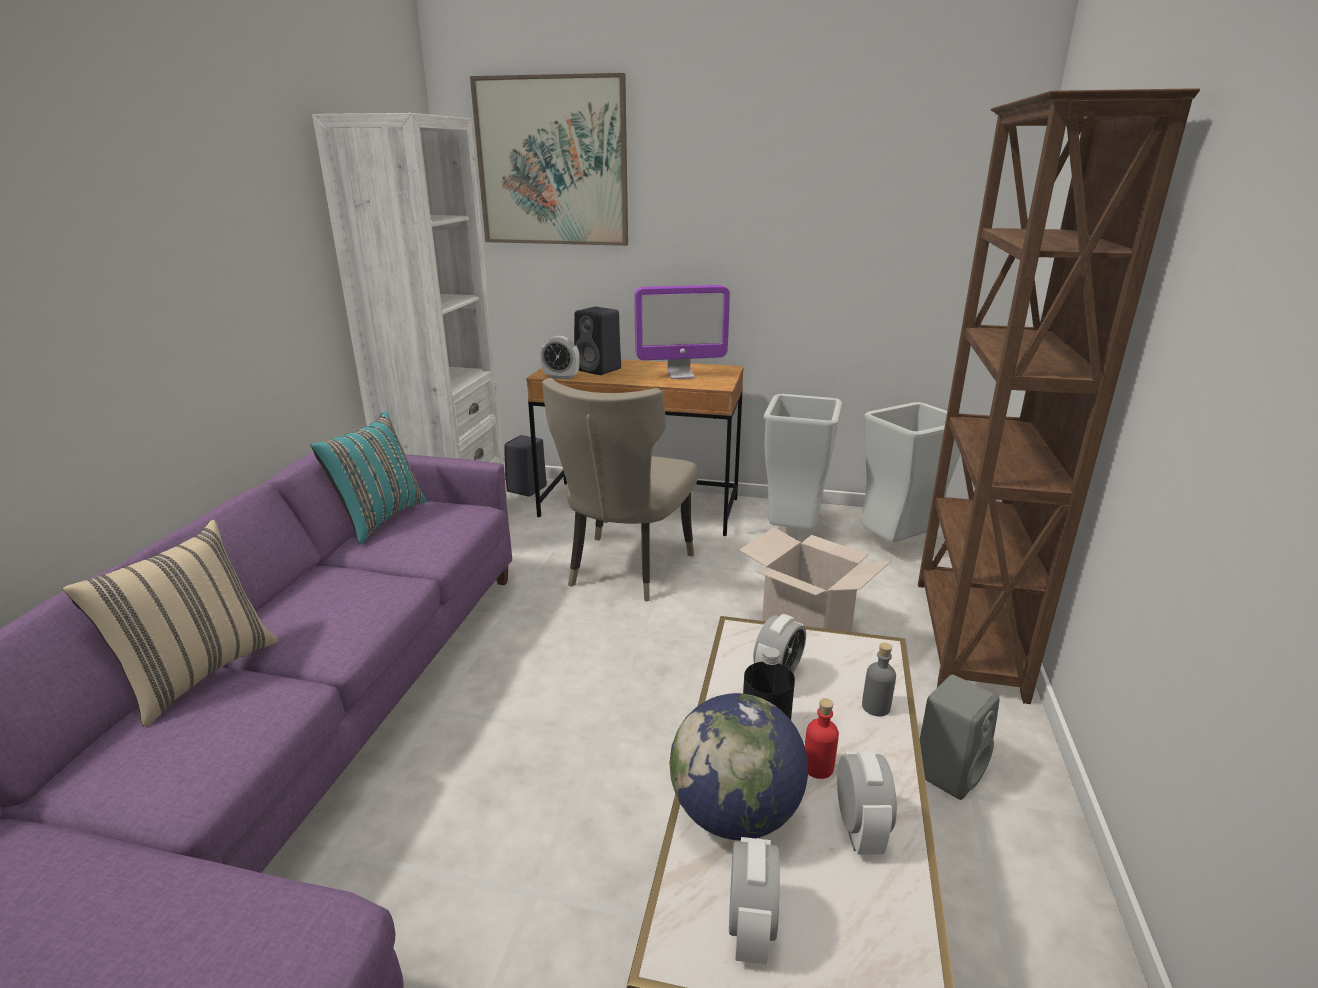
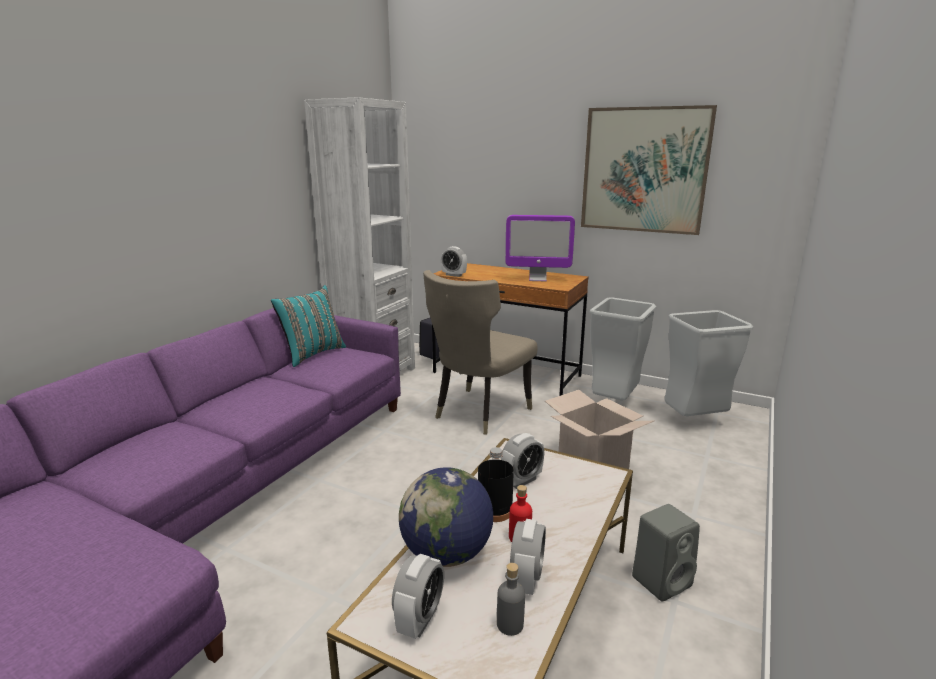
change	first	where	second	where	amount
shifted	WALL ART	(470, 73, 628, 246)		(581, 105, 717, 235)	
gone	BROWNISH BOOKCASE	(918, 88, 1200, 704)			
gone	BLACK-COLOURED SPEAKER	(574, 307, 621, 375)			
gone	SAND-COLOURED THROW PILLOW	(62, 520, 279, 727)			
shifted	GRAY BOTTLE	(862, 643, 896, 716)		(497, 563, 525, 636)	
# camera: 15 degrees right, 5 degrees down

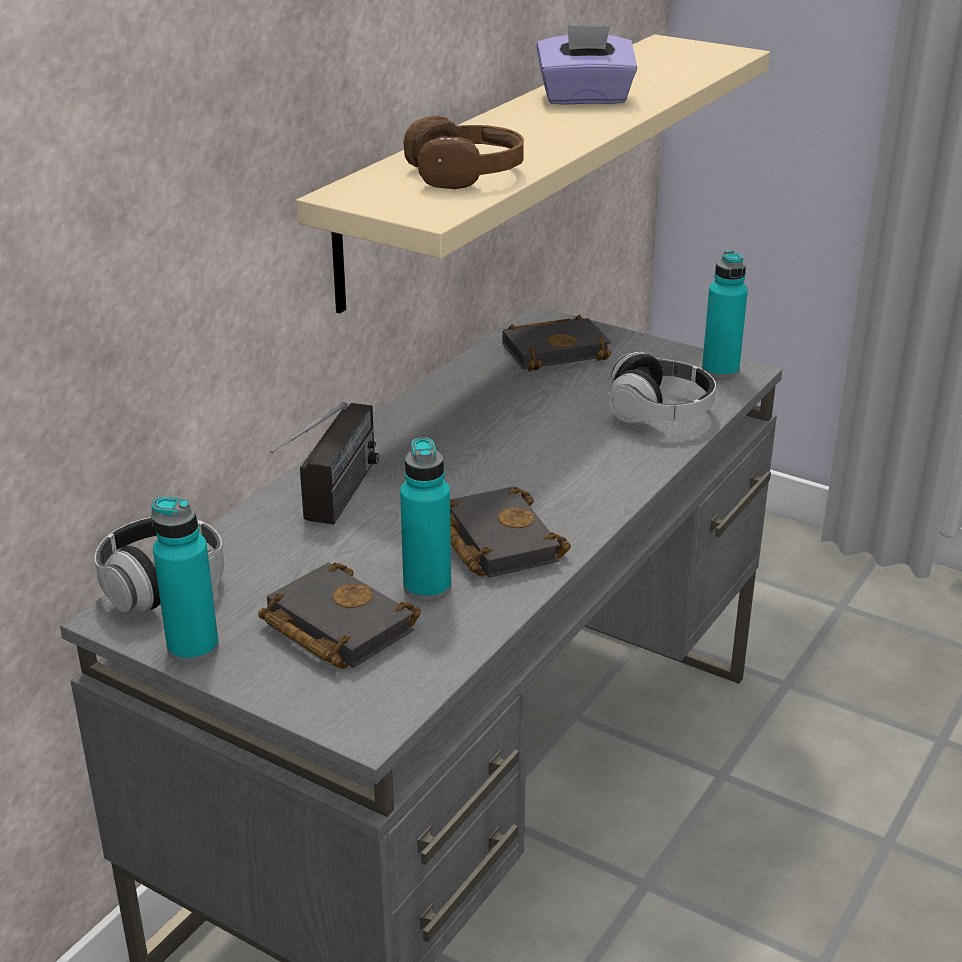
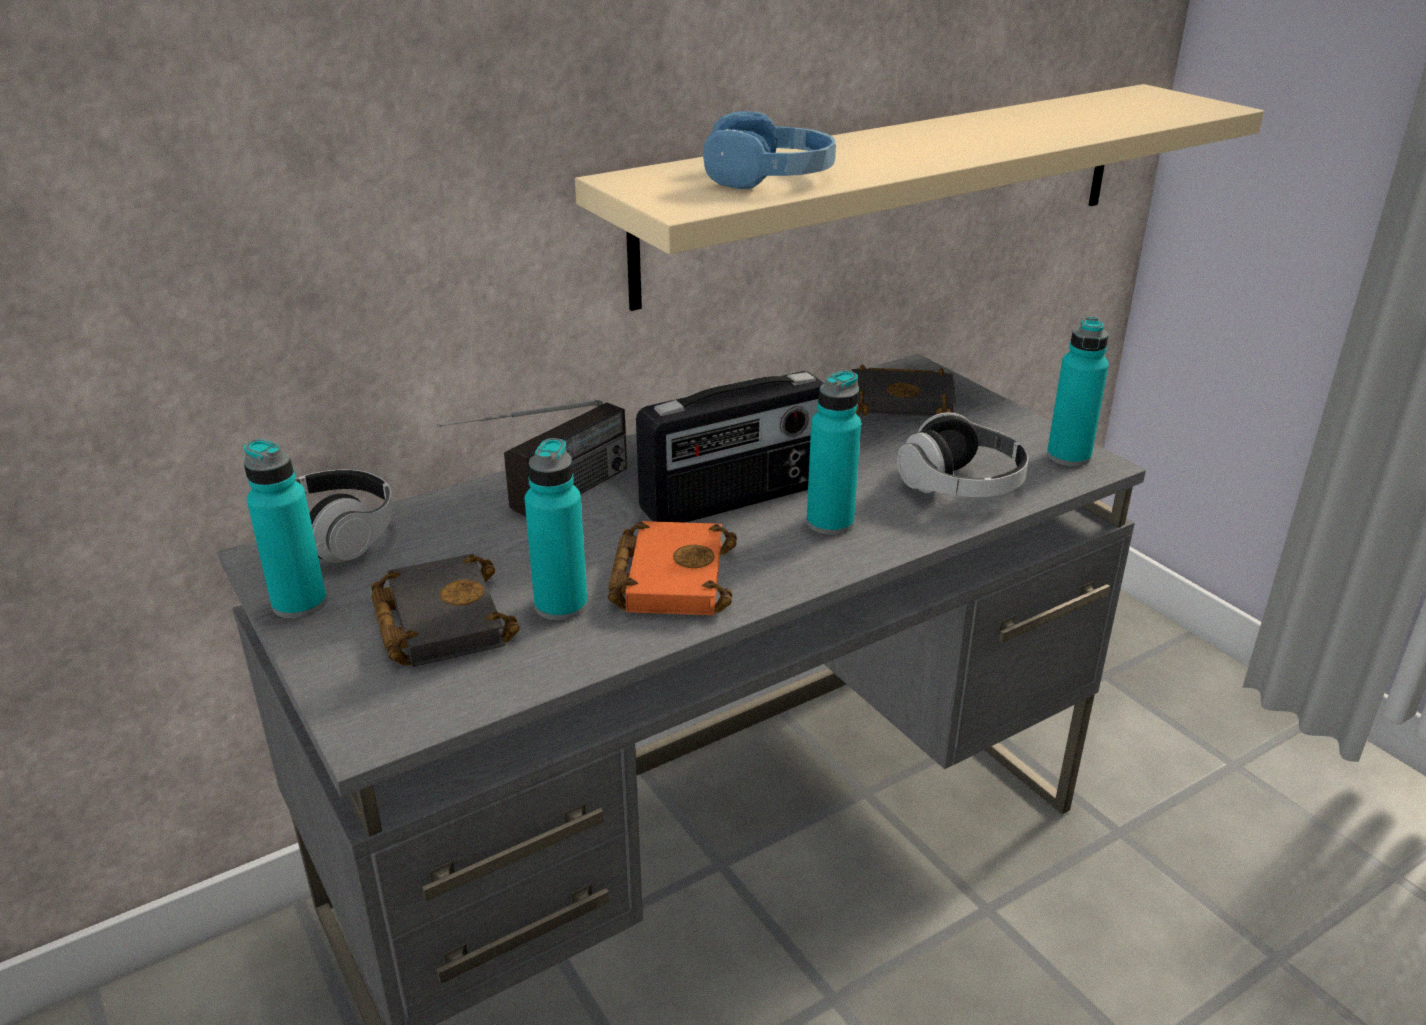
change	first	where	second	where	amount
gone	PURPLE-COLOURED BOX OF TISSUES	(536, 25, 637, 105)			
repainted	BROWNISH PAIR OF HEADPHONES	(403, 116, 524, 189)	BLUISH PAIR OF HEADPHONES	(703, 111, 836, 189)	
repainted	BLACK-COLOURED BOOK	(450, 486, 571, 578)	ORANGEY BOOK	(608, 521, 737, 615)	
new			BLUE-GREEN BOTTLE	(806, 370, 861, 535)	
new			RADIO SET	(636, 371, 824, 523)	
# camera: 25 degrees right, 0 degrees up

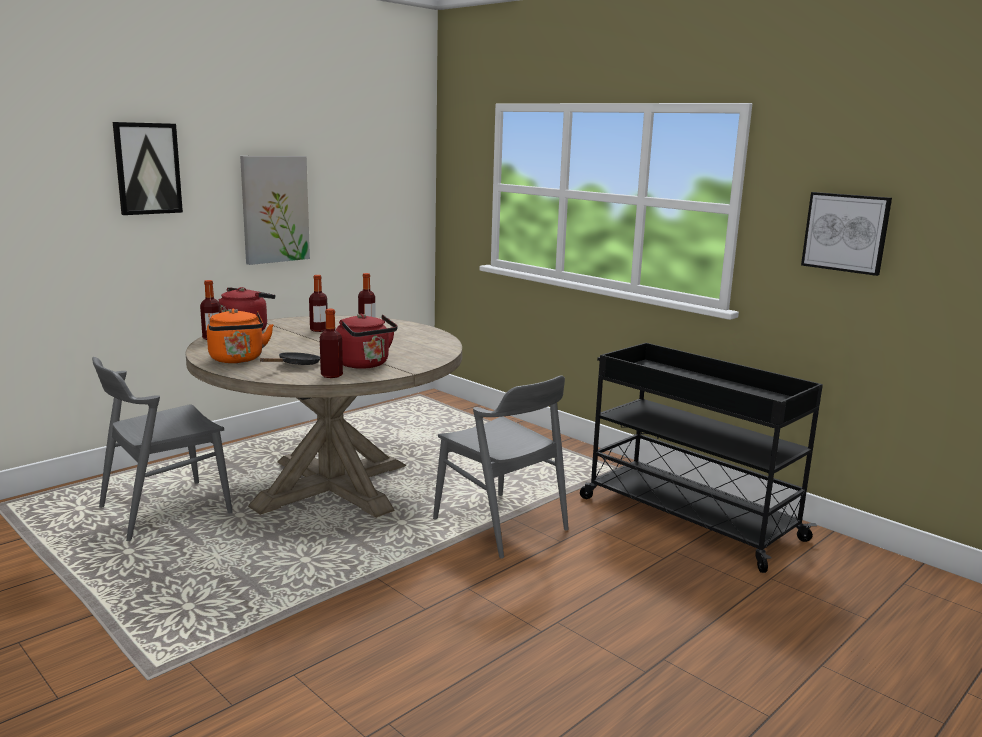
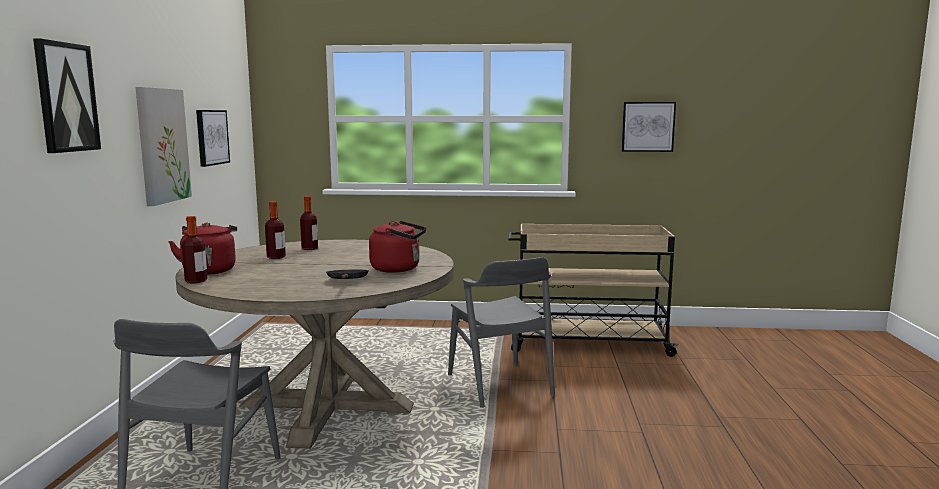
change	first	where	second	where	amount
gone	ORANGEY WATER KETTLE	(207, 309, 274, 363)			
gone	BOTTLE	(320, 309, 343, 378)			
repainted	BLACK-COLOURED TROLLEY	(580, 343, 823, 573)	SAND-COLOURED TROLLEY	(509, 224, 679, 357)	
rotated	GRAY CHAIR	(433, 375, 569, 559)		(448, 257, 555, 408)	60 degrees clockwise
new			WALL ART	(196, 110, 230, 167)	
# camera: 40 degrees left, 5 degrees down

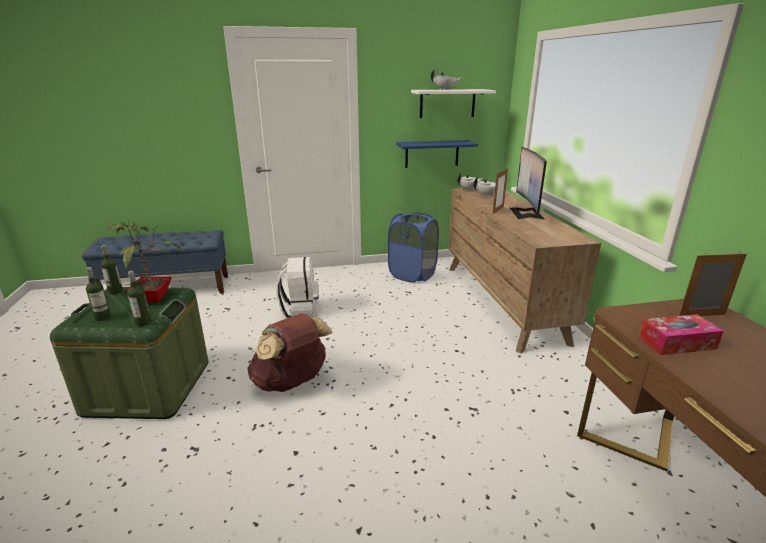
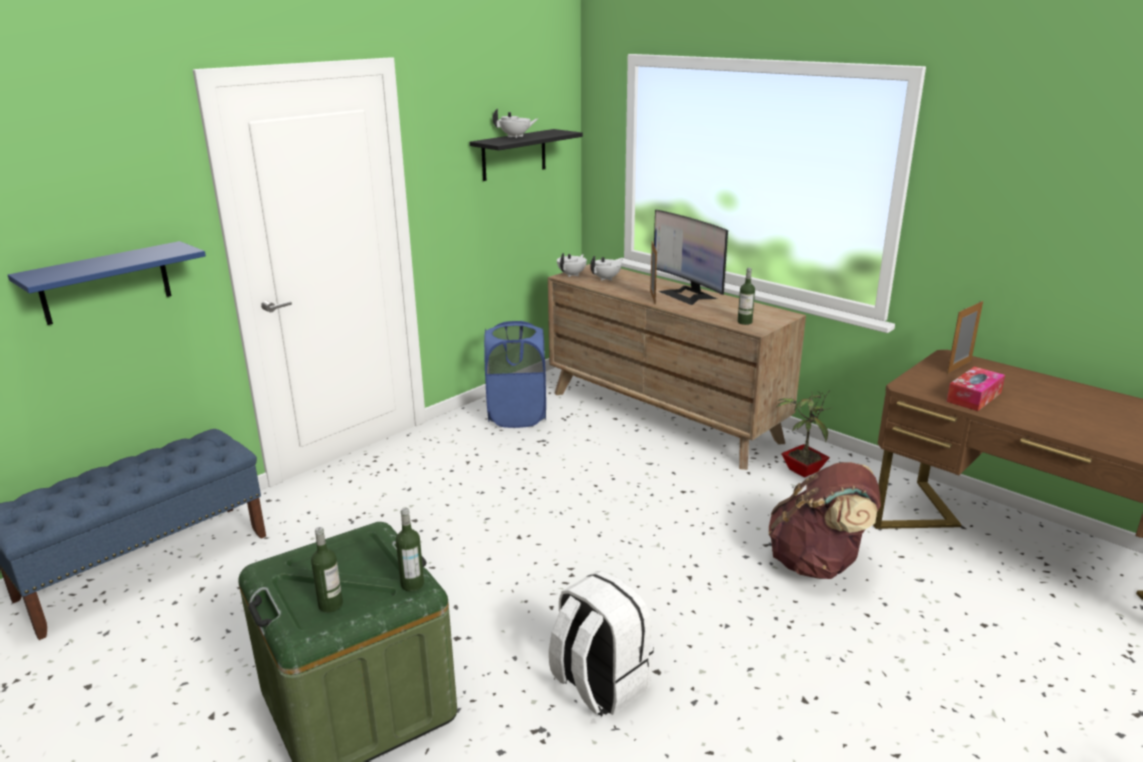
change	first	where	second	where	amount
repainted	WHITE BRACKET SHELF	(411, 89, 496, 118)	BLACK-COLOURED BRACKET SHELF	(470, 129, 583, 181)	
shifted	BLUISH BRACKET SHELF	(396, 140, 478, 168)		(8, 241, 206, 325)	
shifted	HOUSEPLANT	(105, 219, 182, 303)		(776, 390, 830, 478)	
shifted	BOTTLE	(101, 245, 123, 295)		(738, 268, 755, 325)	
shifted	WHITE KNAPSACK	(277, 257, 319, 318)		(549, 571, 654, 717)	
shifted	BROWNISH KNAPSACK	(247, 313, 333, 392)		(769, 462, 881, 579)	
# camera: 35 degrees left, 0 degrees up

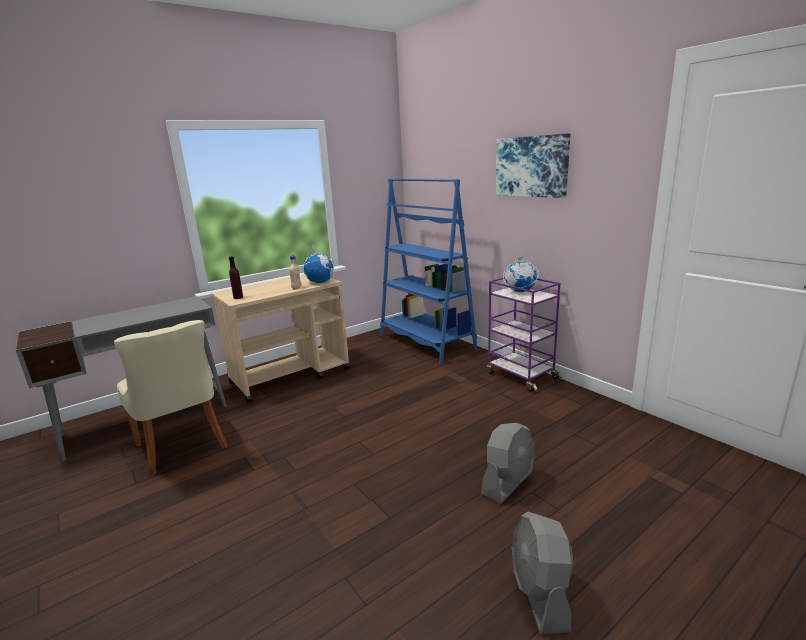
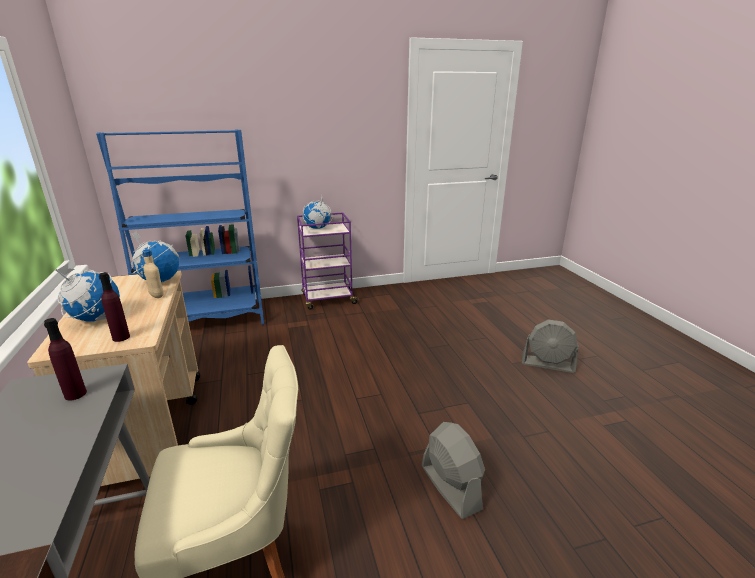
change	first	where	second	where	amount
gone	WALL ART	(496, 133, 570, 198)			
shifted	GRAY FAN	(481, 423, 535, 504)		(422, 422, 485, 519)	
new			WORLD GLOBE	(55, 264, 120, 321)	
new			PURPLE-COLOURED BOTTLE	(44, 318, 87, 401)	
# camera: 70 degrees left, 5 degrees up

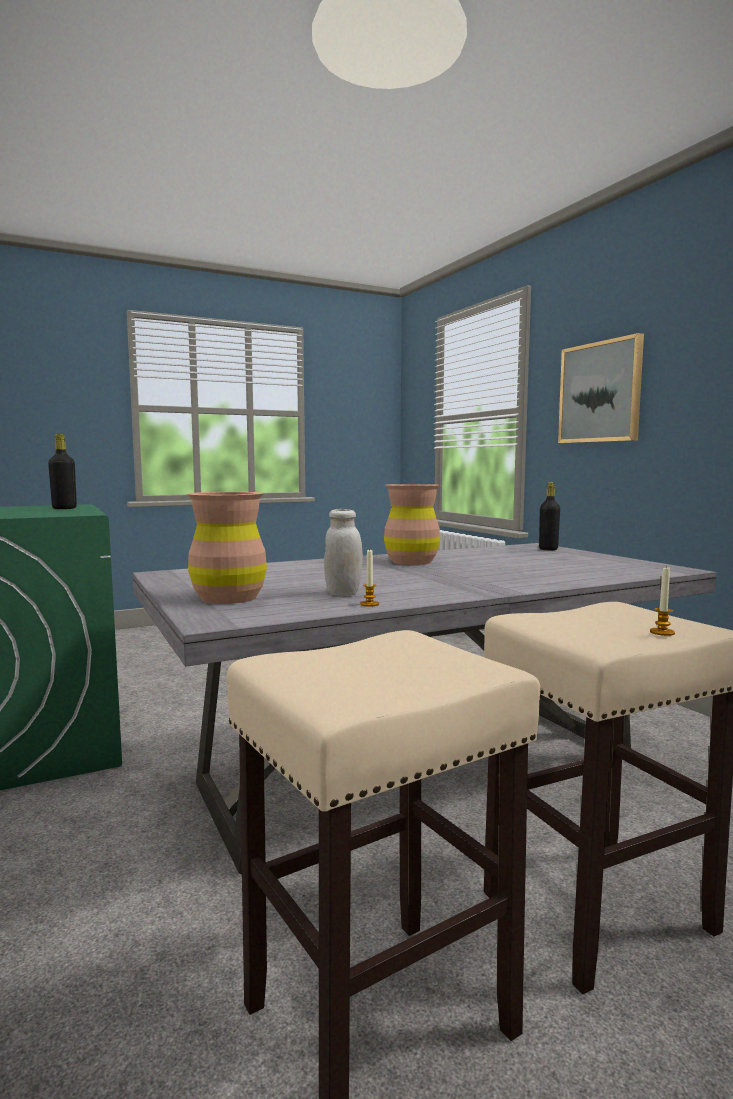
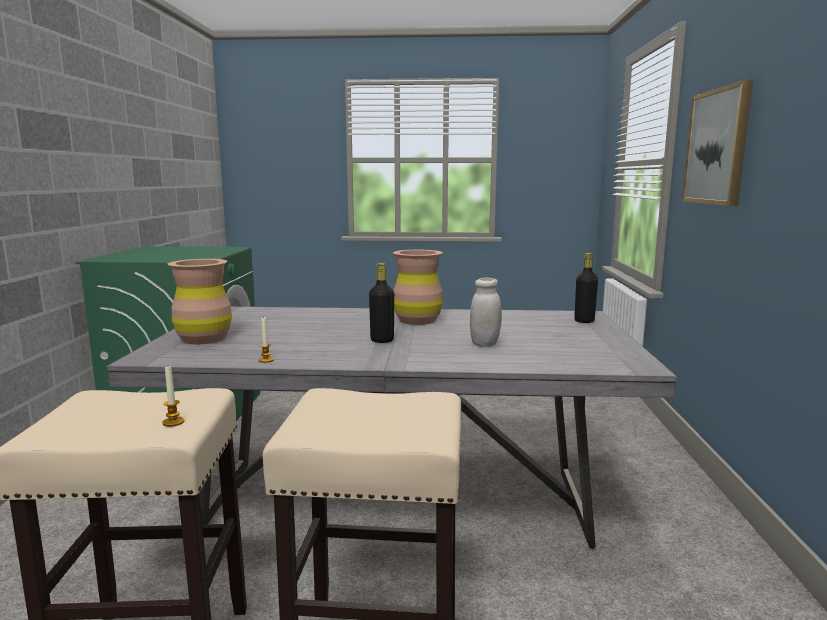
change	first	where	second	where	amount
shifted	BLACK-COLOURED BOTTLE	(48, 434, 77, 509)		(369, 263, 394, 343)	
shifted	WHITE STORAGE JAR	(324, 509, 363, 596)		(470, 278, 502, 347)	
shifted	WAX CANDLE	(650, 566, 675, 636)		(162, 366, 184, 427)	
# camera: 30 degrees right, 5 degrees up

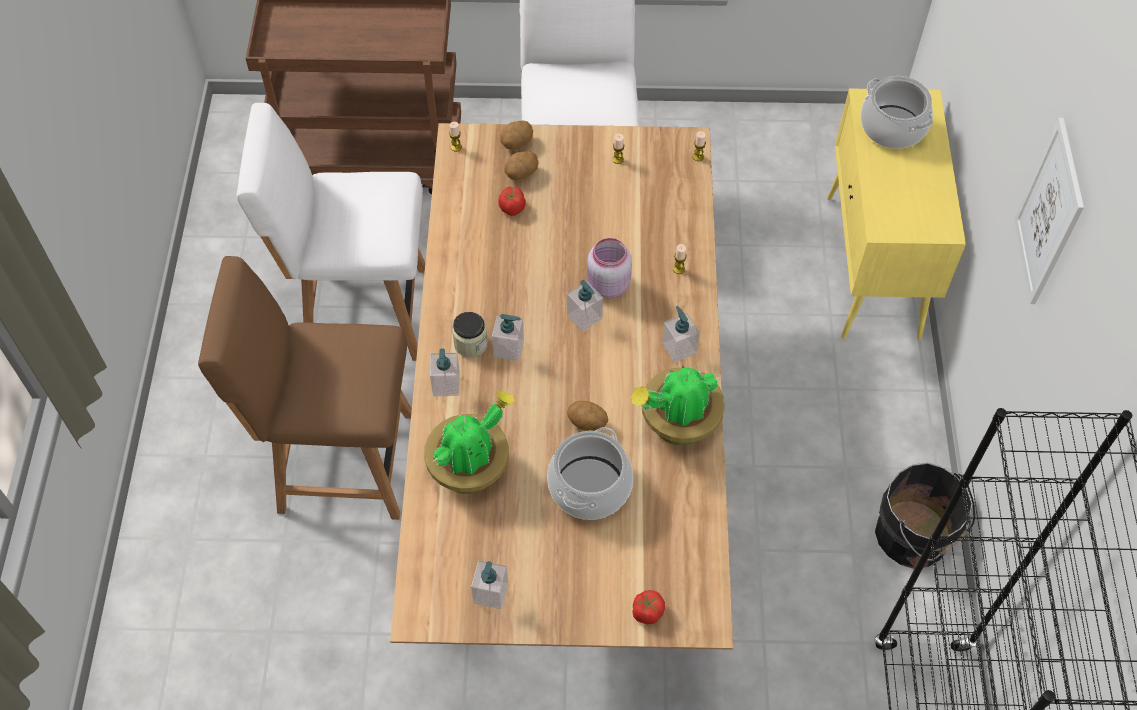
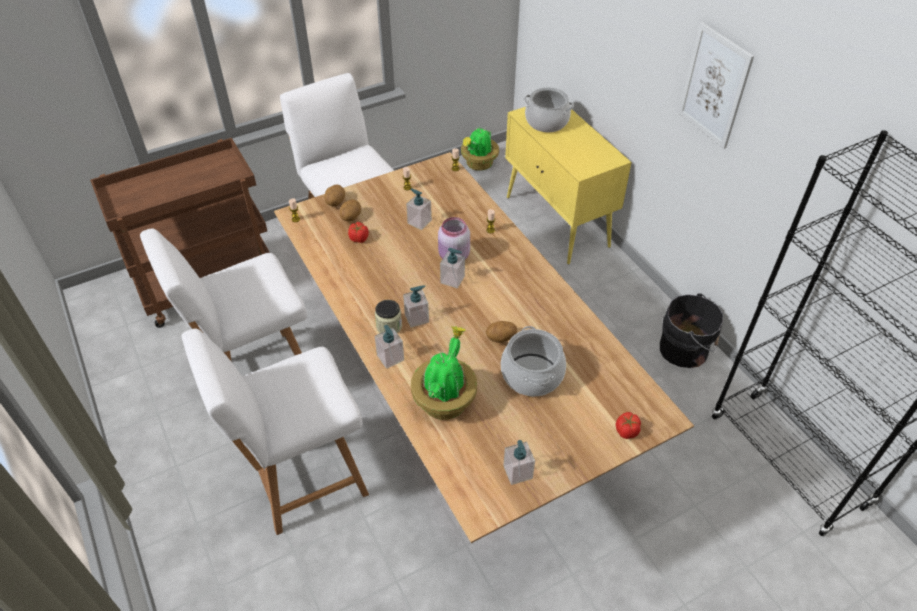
change	first	where	second	where	amount
repainted	BROWNISH CHAIR	(198, 256, 412, 520)	WHITE CHAIR	(181, 329, 369, 535)	
shifted	SOAP BOTTLE	(662, 306, 700, 363)		(406, 189, 432, 230)	
shifted	HOUSEPLANT	(631, 366, 725, 445)		(461, 128, 499, 171)	
# camera: 30 degrees left, 10 degrees down

